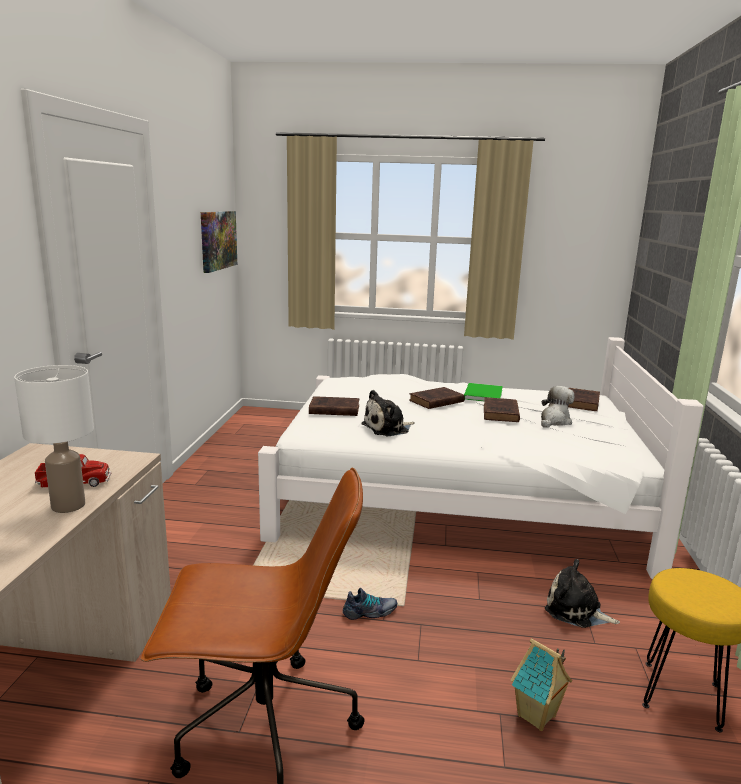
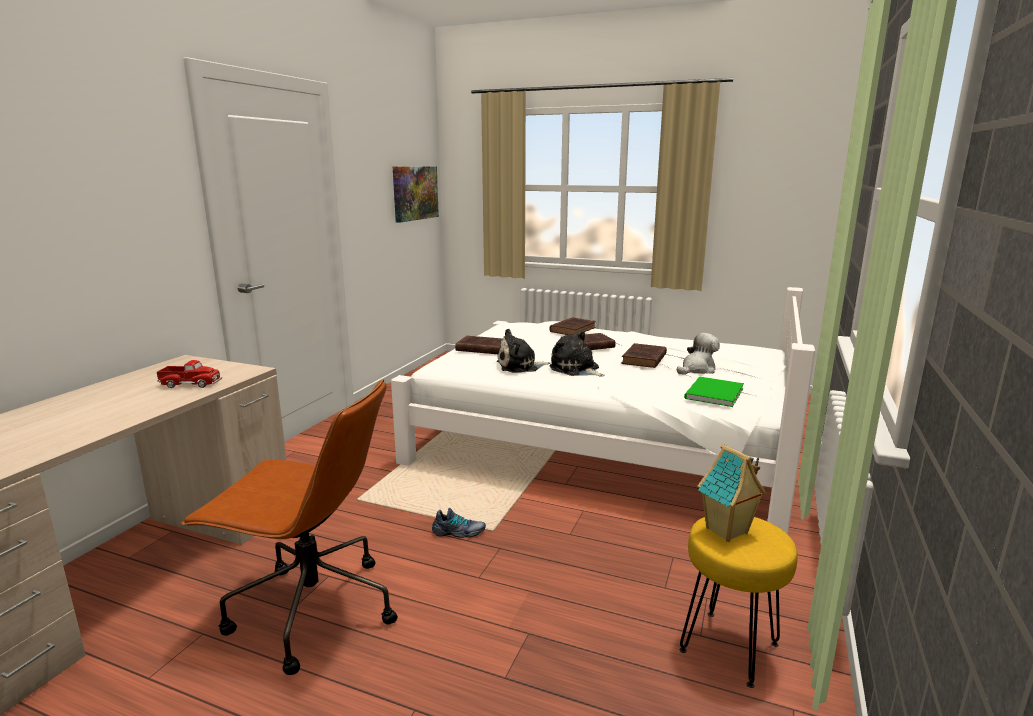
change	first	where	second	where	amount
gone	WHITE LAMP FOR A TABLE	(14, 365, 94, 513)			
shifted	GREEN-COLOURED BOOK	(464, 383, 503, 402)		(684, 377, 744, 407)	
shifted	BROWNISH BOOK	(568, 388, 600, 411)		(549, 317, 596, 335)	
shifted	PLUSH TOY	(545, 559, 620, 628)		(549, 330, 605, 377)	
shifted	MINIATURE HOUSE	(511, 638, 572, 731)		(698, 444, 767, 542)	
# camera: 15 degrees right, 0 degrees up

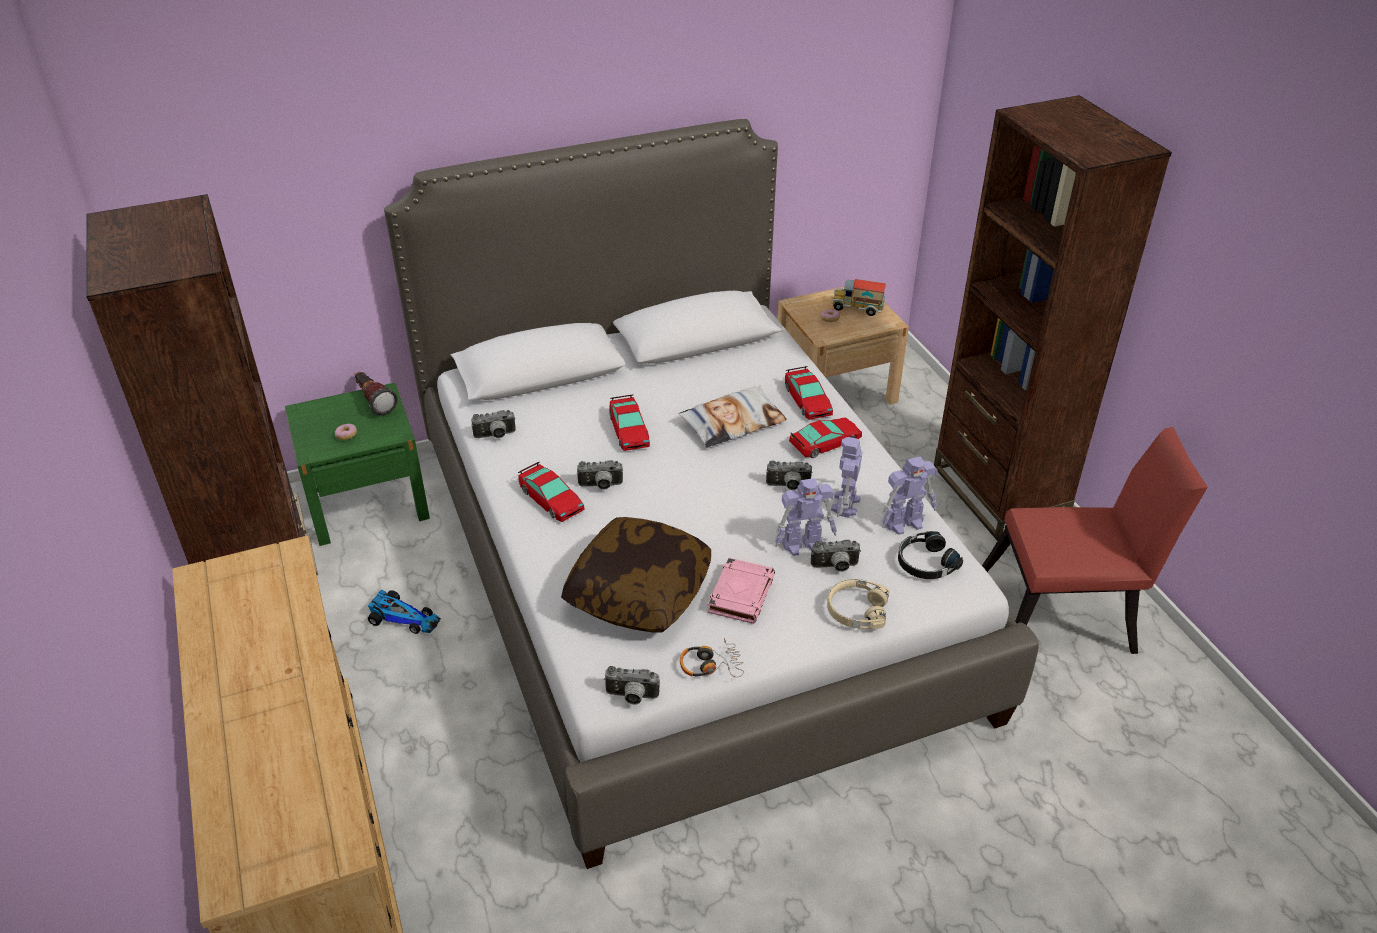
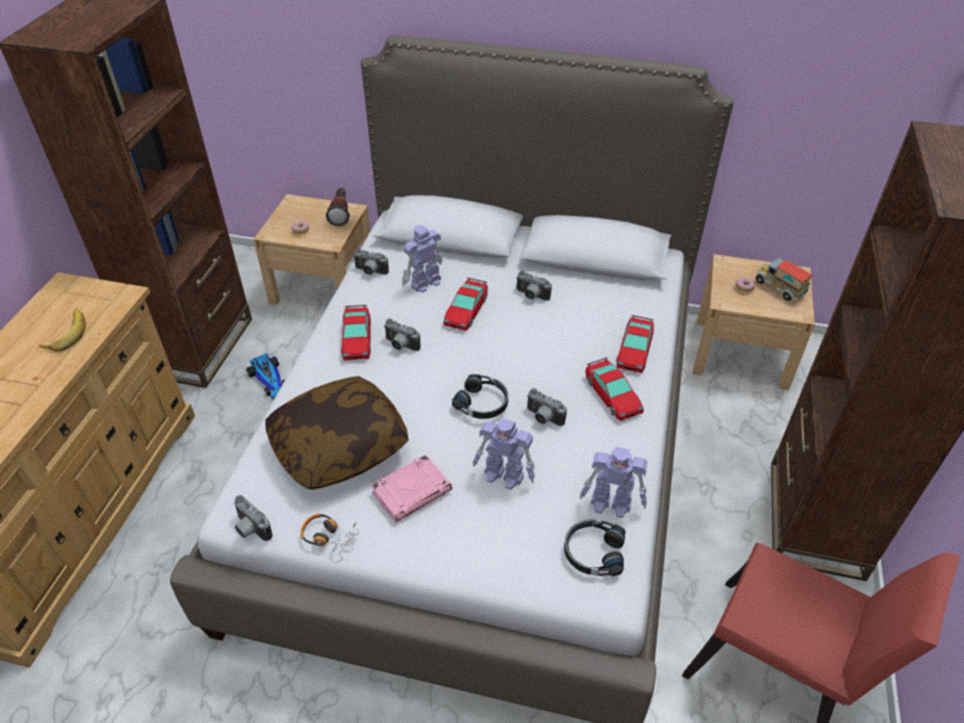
change	first	where	second	where	amount
repainted	GREEN-COLOURED NIGHTSTAND	(285, 383, 430, 546)	SAND-COLOURED NIGHTSTAND	(253, 194, 370, 305)	
gone	THROW PILLOW	(678, 386, 787, 448)			
rotated	MODEL CAR	(789, 418, 862, 458)		(585, 357, 644, 421)	60 degrees clockwise
shifted	ROBOT FIGURE	(831, 437, 862, 518)		(402, 225, 443, 292)	
shifted	PHOTO CAMERA	(810, 540, 861, 572)		(516, 270, 552, 301)	
gone	SAND-COLOURED PAIR OF HEADPHONES	(827, 579, 890, 629)			
new			BANANA	(39, 309, 86, 352)	
new			BLACK-COLOURED PAIR OF HEADPHONES	(452, 374, 508, 419)	
# camera: 35 degrees right, 5 degrees up

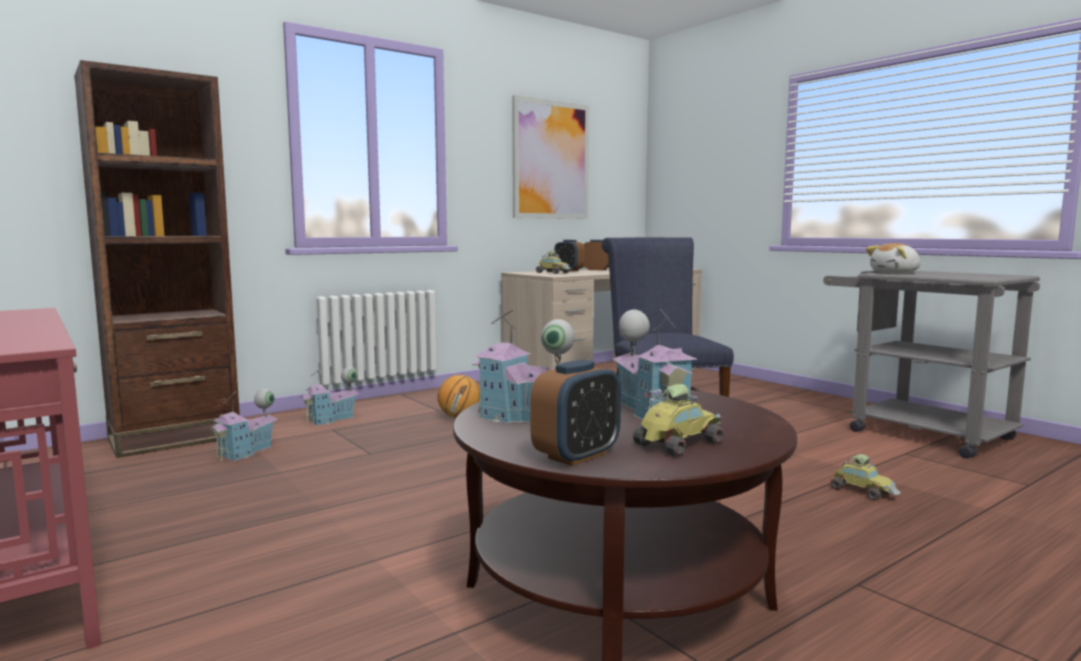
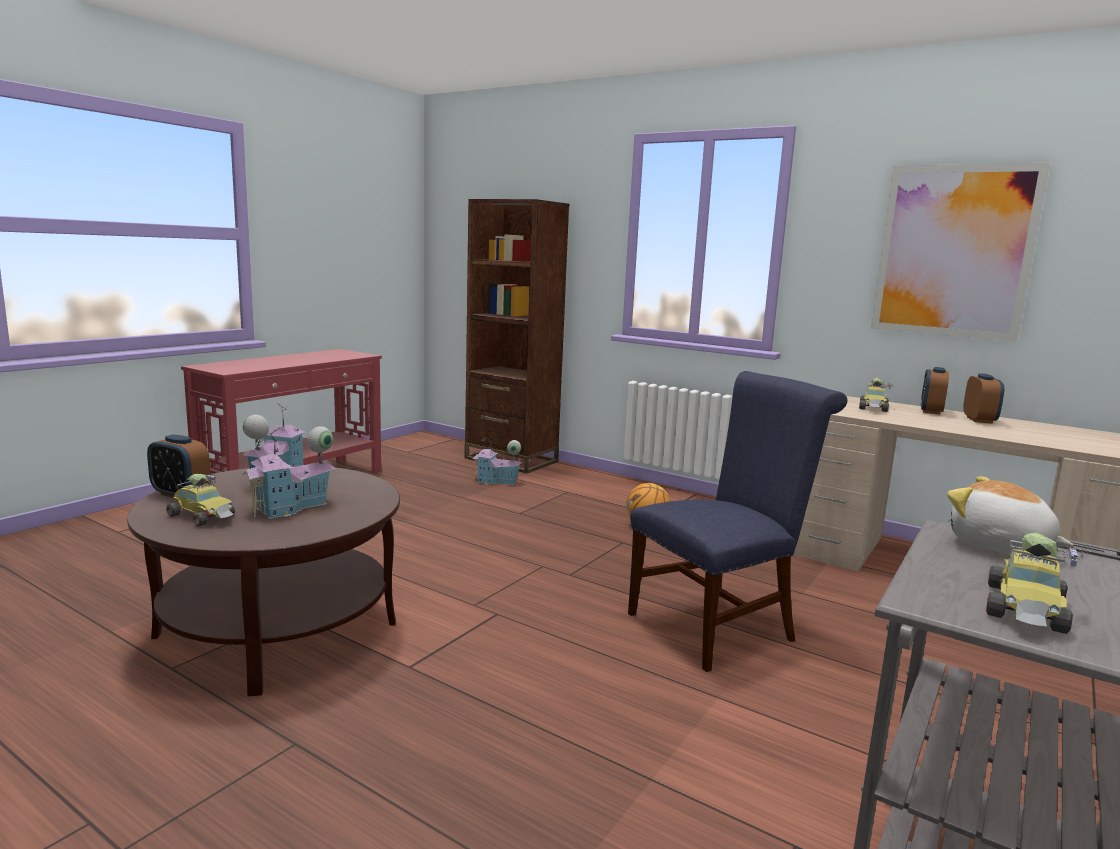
change	first	where	second	where	amount
gone	MINIATURE HOUSE	(300, 367, 359, 425)			
shifted	MODEL CAR	(830, 454, 901, 500)		(986, 533, 1084, 634)	
# camera: 70 degrees right, 5 degrees up

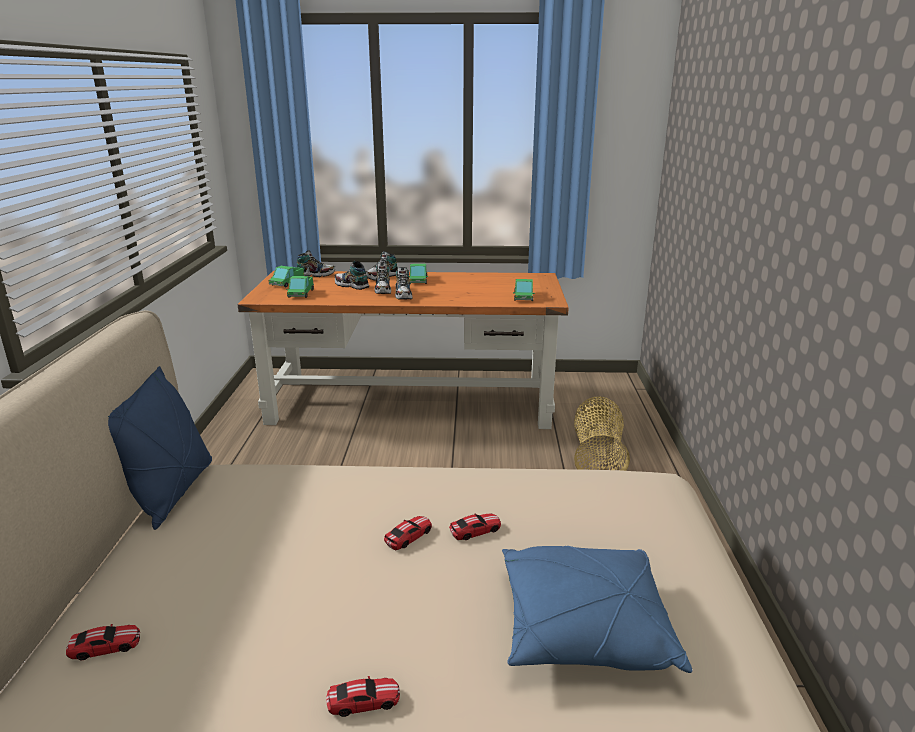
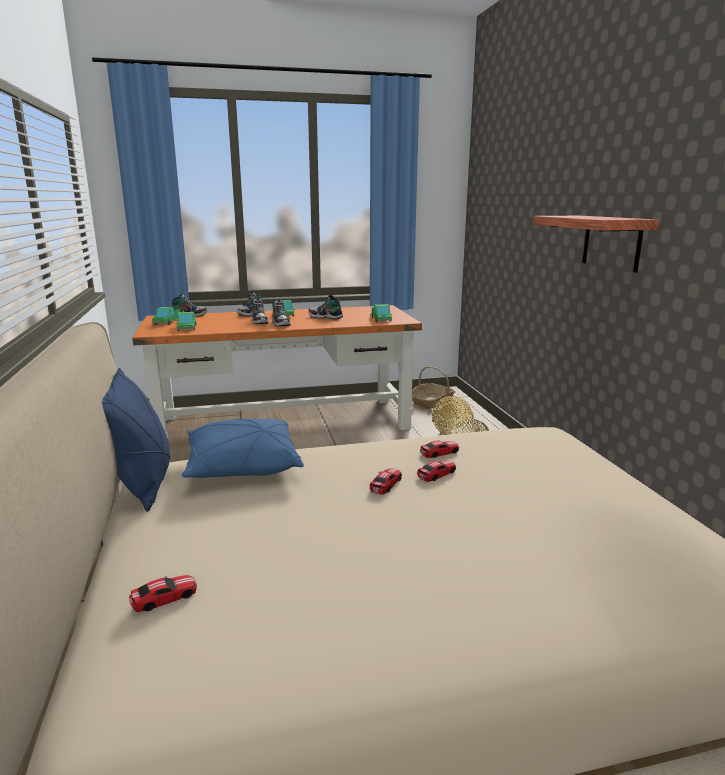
change	first	where	second	where	amount
shifted	ITEM OF FOOTWEAR	(335, 261, 369, 290)		(308, 295, 343, 319)	
shifted	BLUISH THROW PILLOW	(502, 546, 692, 673)		(182, 419, 304, 478)	
shifted	MODEL CAR	(326, 676, 400, 717)		(420, 440, 459, 458)	
new			BRACKET SHELF	(533, 216, 659, 273)	
new			BASKET	(412, 366, 455, 409)	
# camera: 15 degrees left, 5 degrees down

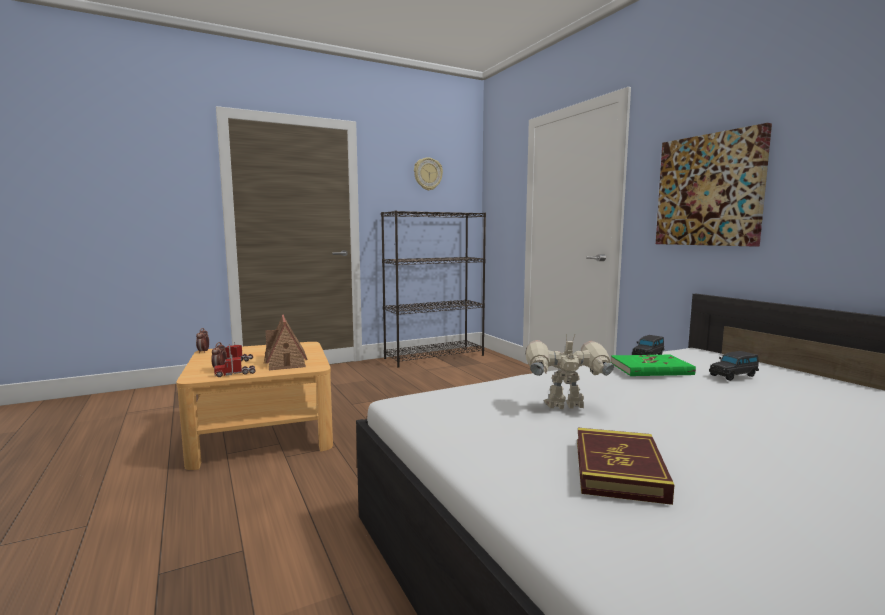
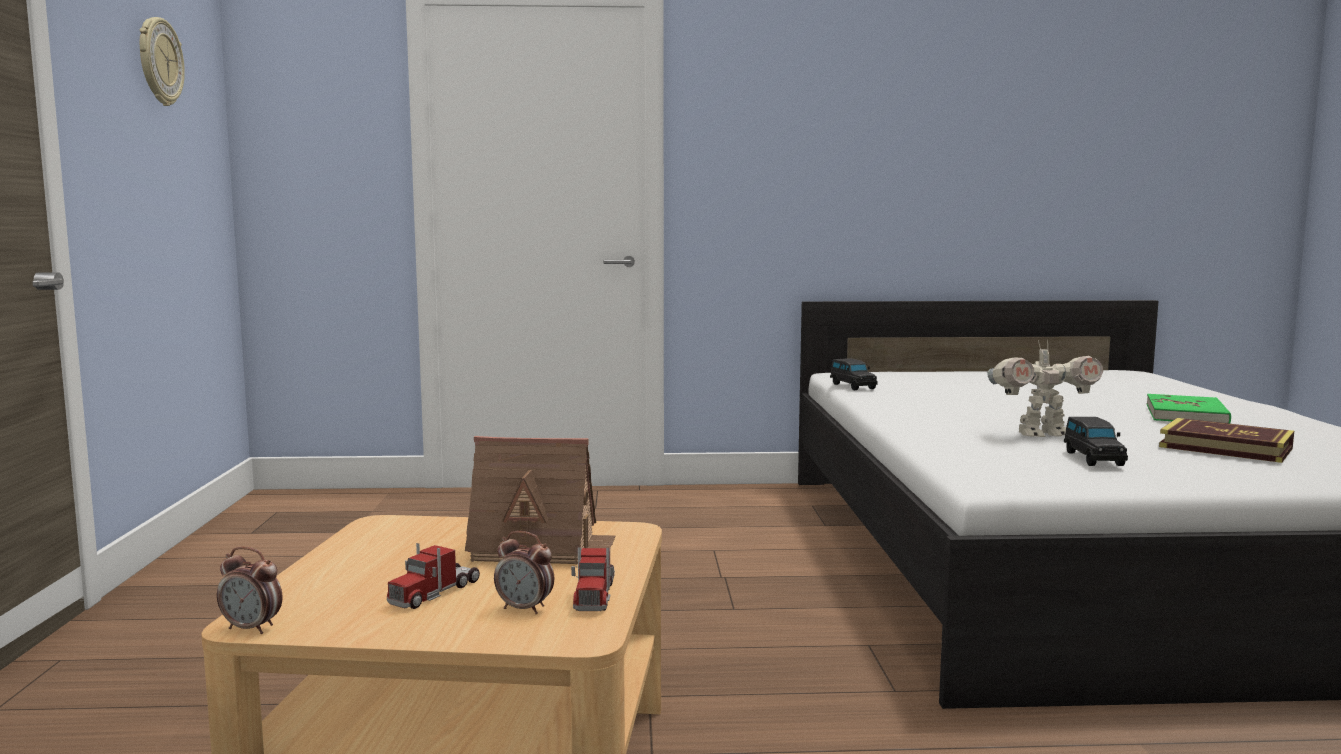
change	first	where	second	where	amount
gone	WALL ART	(656, 123, 772, 247)			
gone	BLACK-COLOURED BOOKCASE	(381, 211, 486, 367)			
rotated	ROBOT FIGURE	(525, 335, 614, 409)		(988, 340, 1103, 437)	120 degrees counterclockwise
shifted	BLACK-COLOURED MODEL CAR	(709, 351, 759, 381)		(1064, 417, 1128, 466)	
shifted	GREEN-COLOURED BOOK	(611, 355, 696, 376)		(1146, 394, 1231, 424)	
# camera: 65 degrees left, 0 degrees up

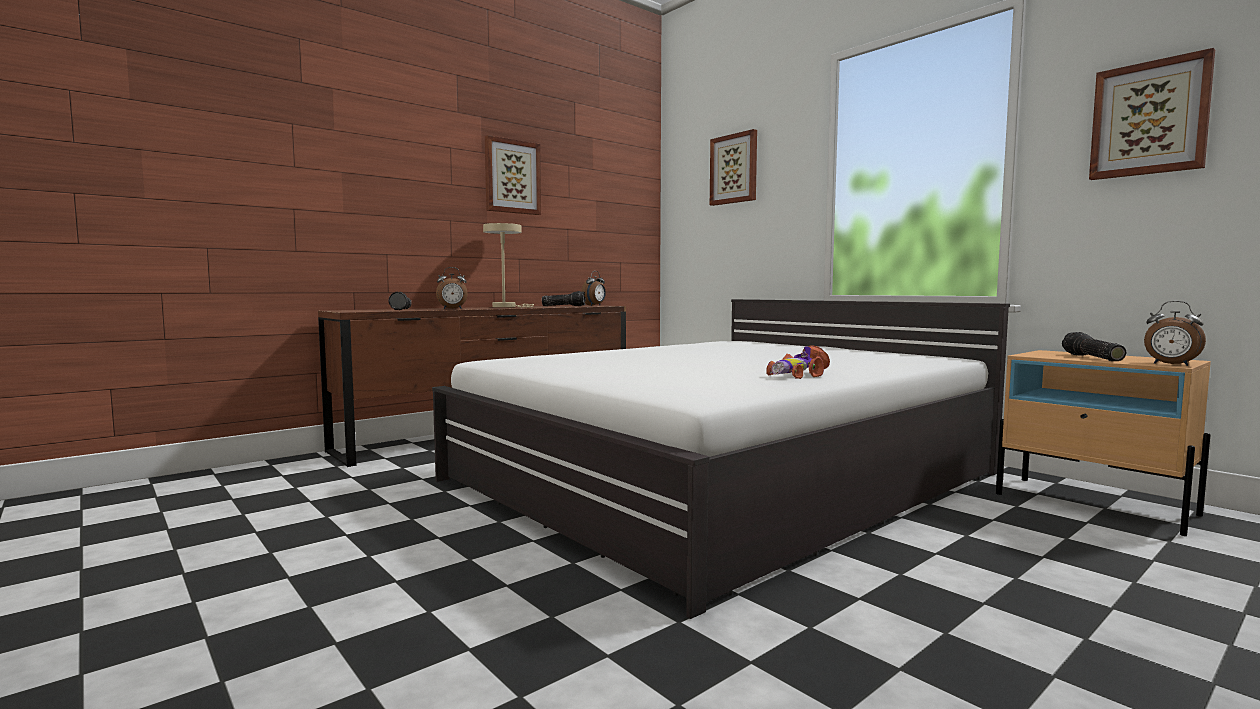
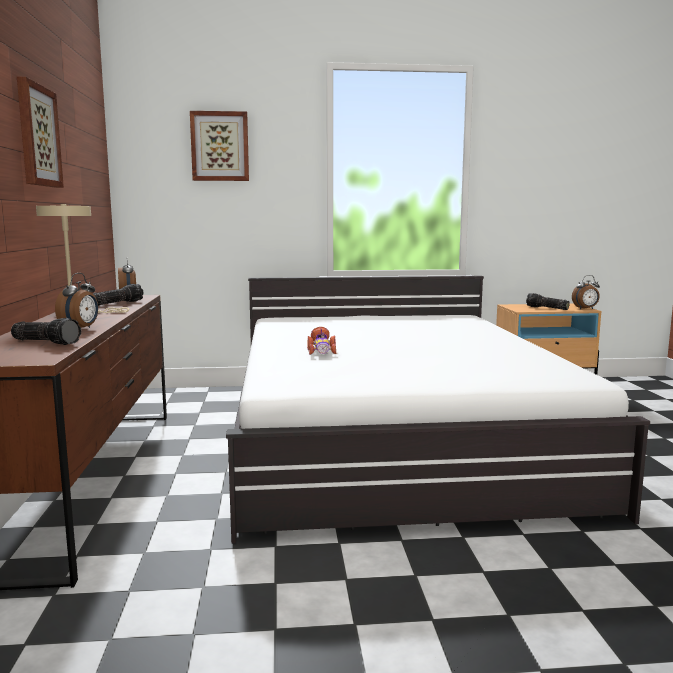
change	first	where	second	where	amount
gone	WALL ART	(1089, 48, 1215, 180)			
shifted	MODEL CAR	(767, 345, 830, 379)		(307, 327, 336, 355)	
# camera: 55 degrees left, 5 degrees up

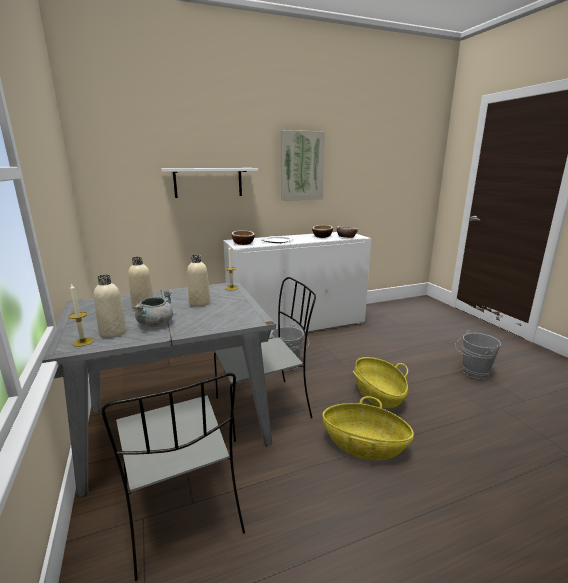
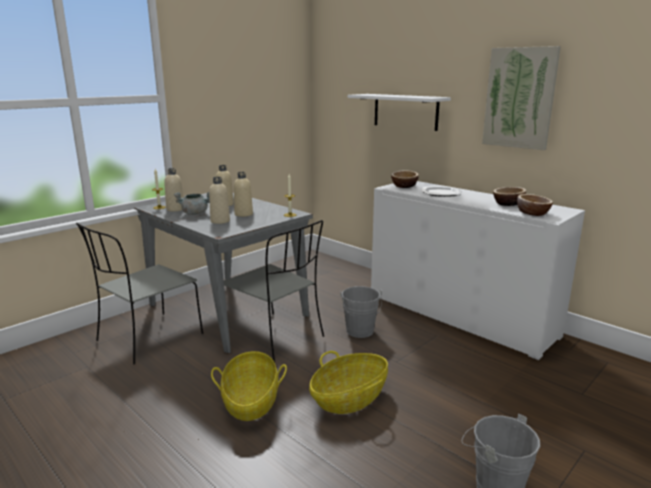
change	first	where	second	where	amount
new			SAND-COLOURED BOTTLE	(209, 177, 230, 224)	
# camera: 65 degrees right, 0 degrees up

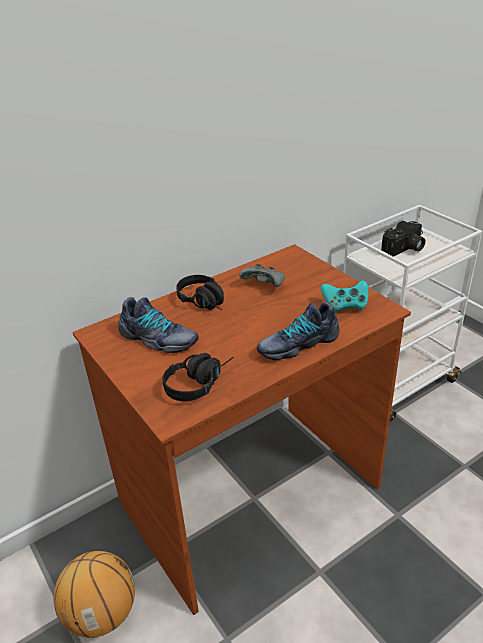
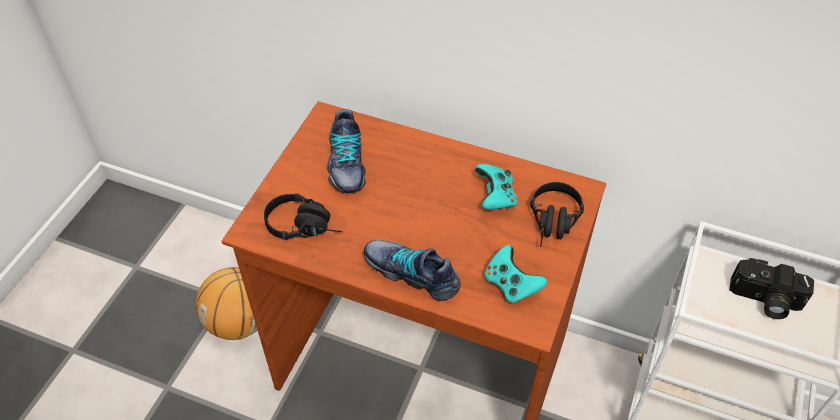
change	first	where	second	where	amount
repainted	GRAY GAMEPAD	(239, 264, 285, 287)	BLUE-GREEN GAMEPAD	(475, 164, 518, 210)	
shifted	BLACK-COLOURED PAIR OF HEADPHONES	(176, 275, 224, 310)		(530, 182, 584, 247)	
# camera: 55 degrees right, 15 degrees up

